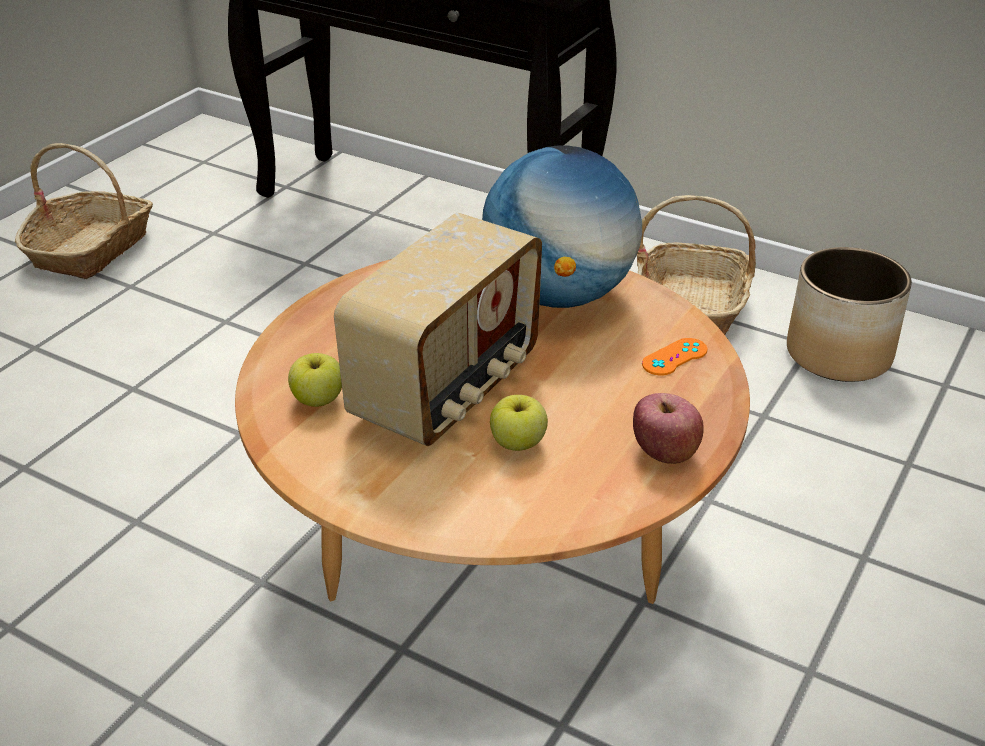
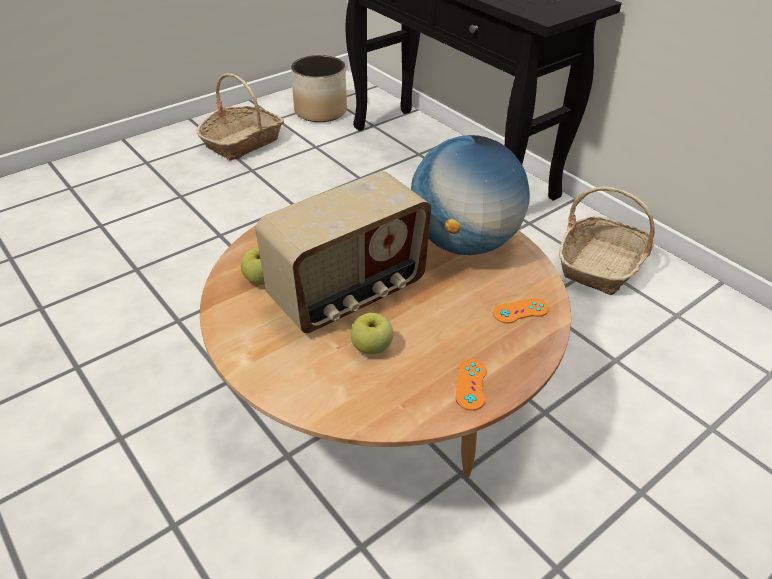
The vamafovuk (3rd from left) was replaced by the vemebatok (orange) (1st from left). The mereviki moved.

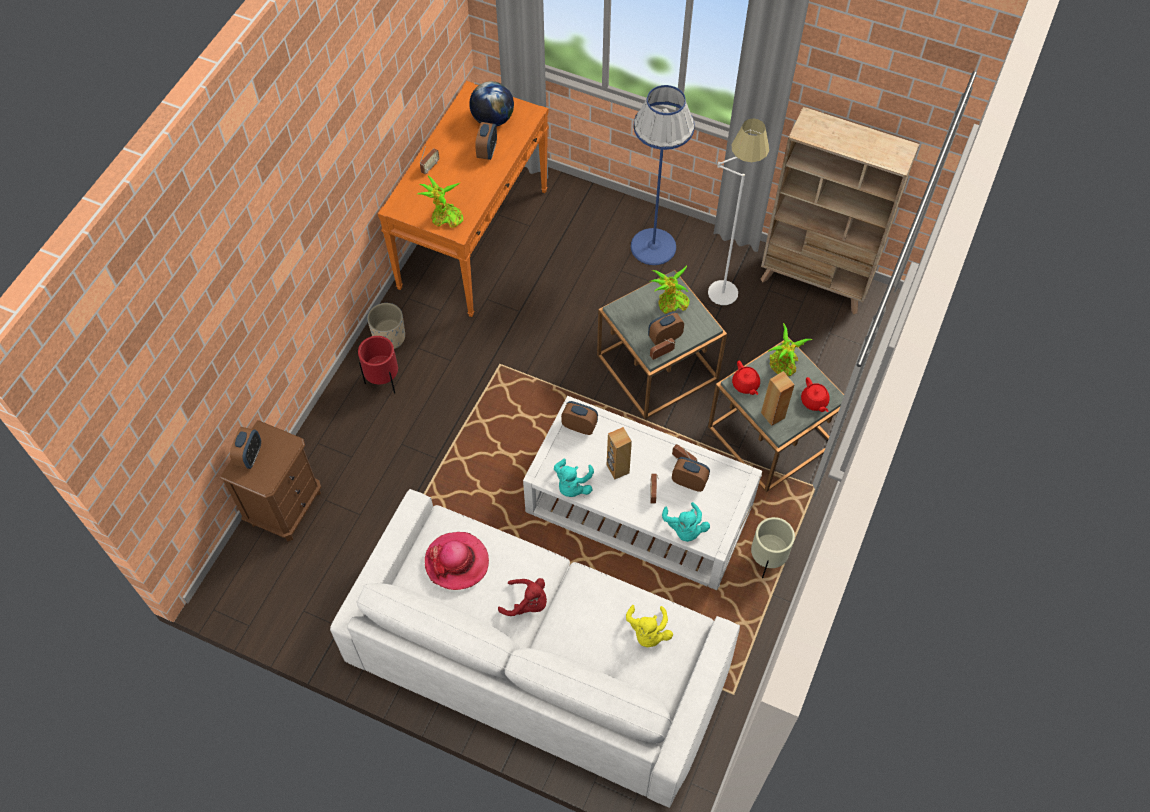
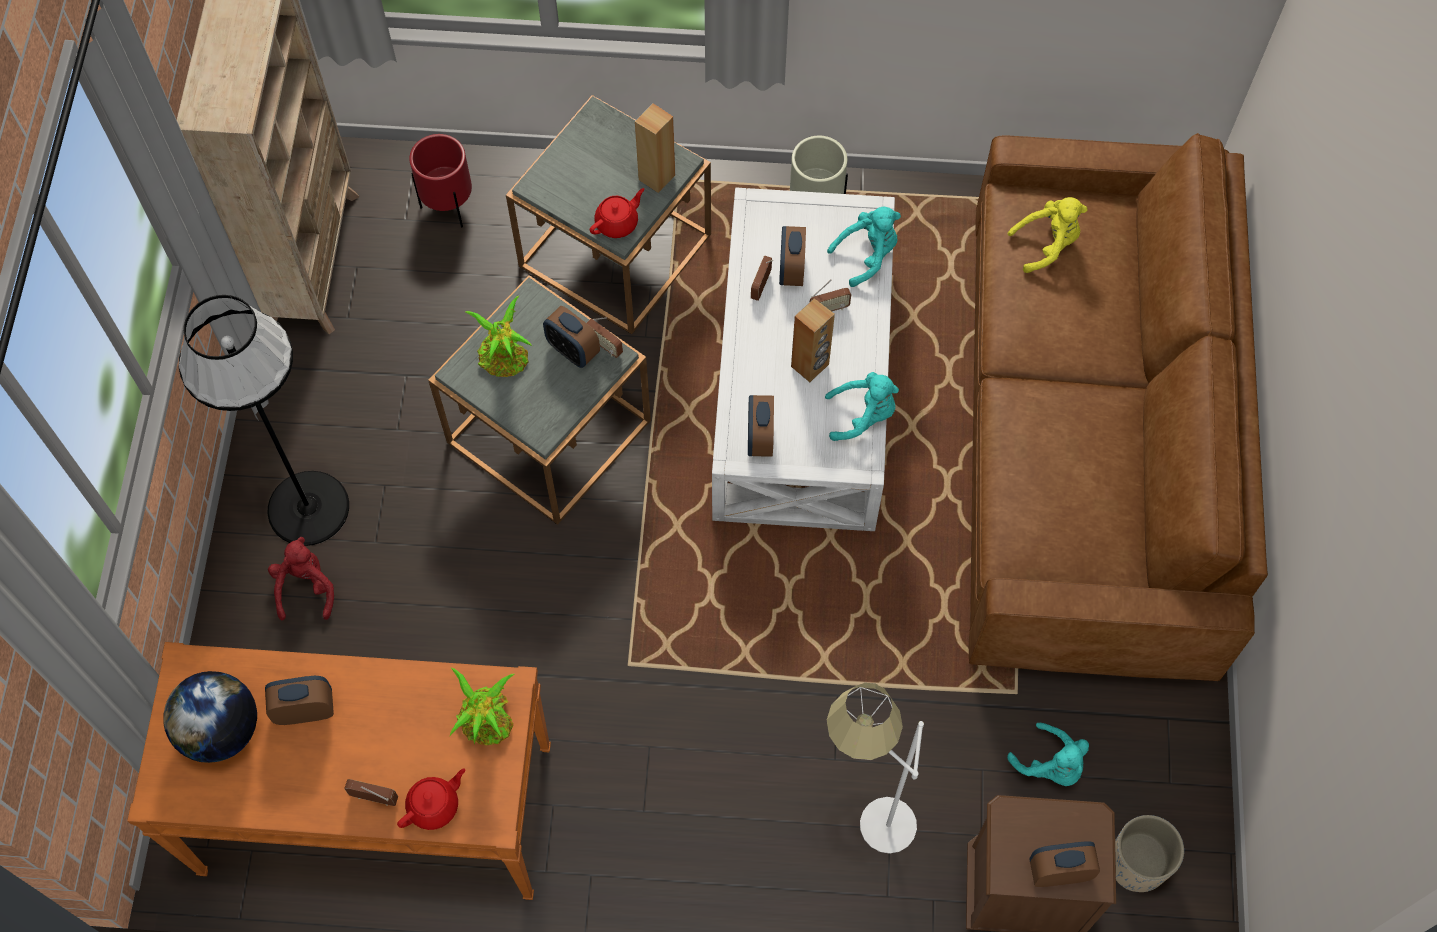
The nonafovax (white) became the nonafovax (brown). The mereviki (red) moved. The mereviki (beige) (1st from left in the first image) moved. The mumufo disappeared. The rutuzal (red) moved. The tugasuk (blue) became the tugasuk (black). The tugasuk (white) moved. The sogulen (3rd from left) disappeared. The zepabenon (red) (2nd from left in the first image) moved. The rutuzal (turquoise) (3rd from left) appeared.

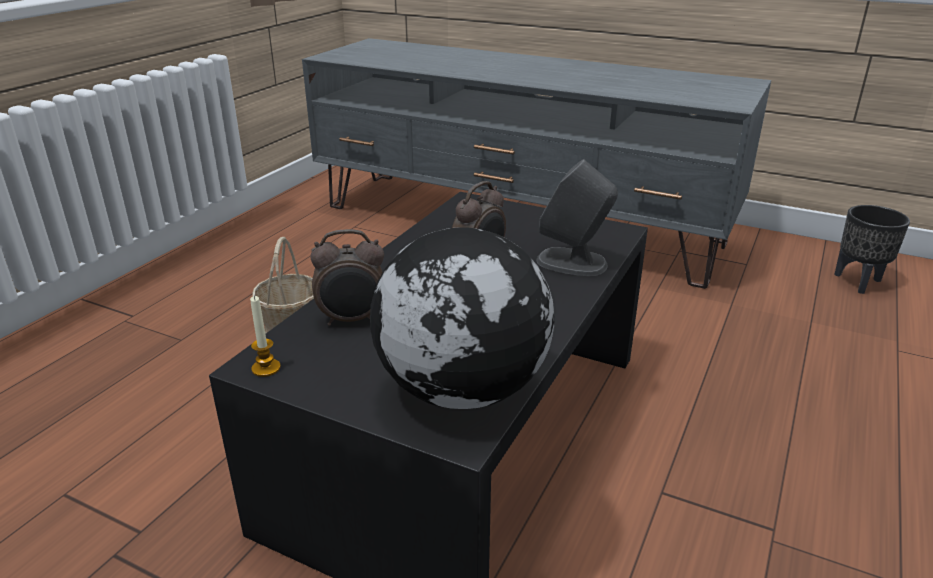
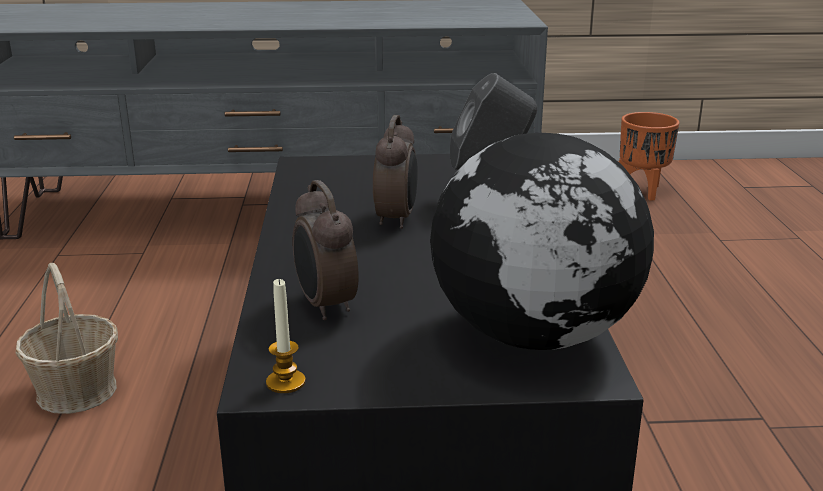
The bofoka (1st from left) turned 105 degrees clockwise. The mereviki (black) became the mereviki (orange).

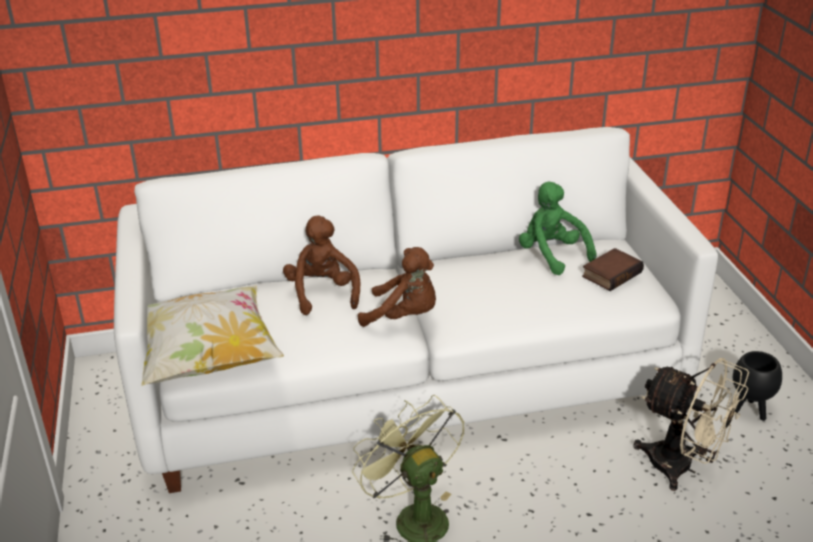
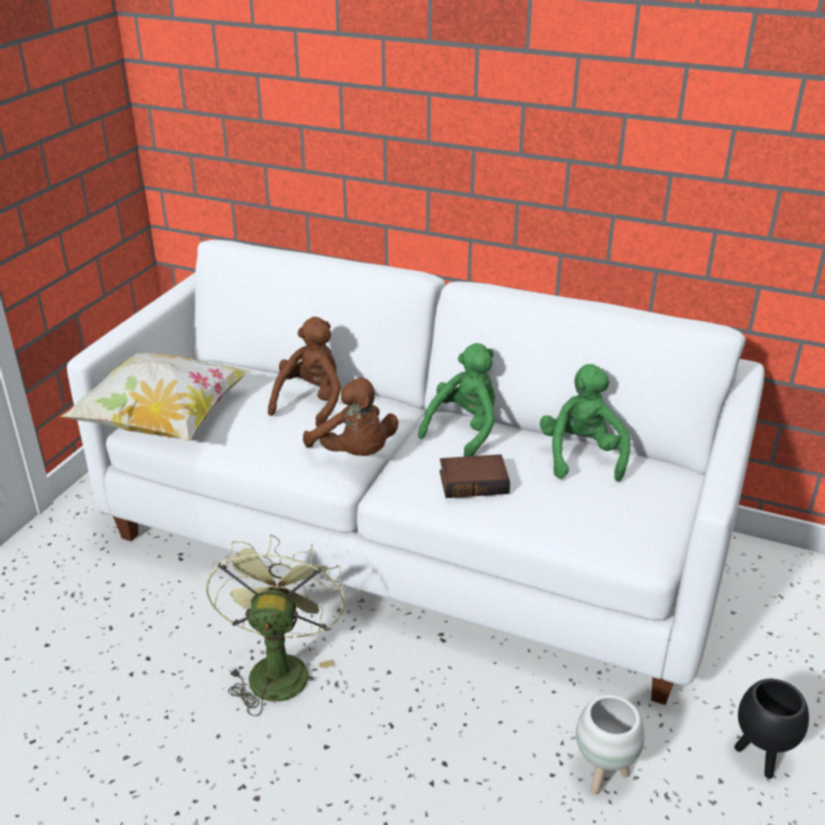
The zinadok moved. The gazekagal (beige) was replaced by the mereviki (white). The rutuzal (green) (1st from left) appeared.

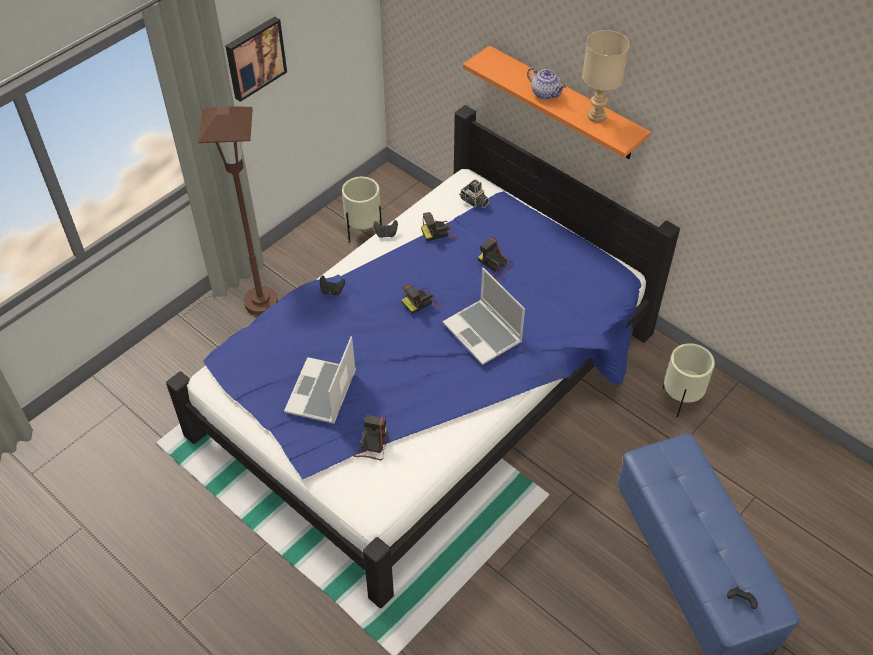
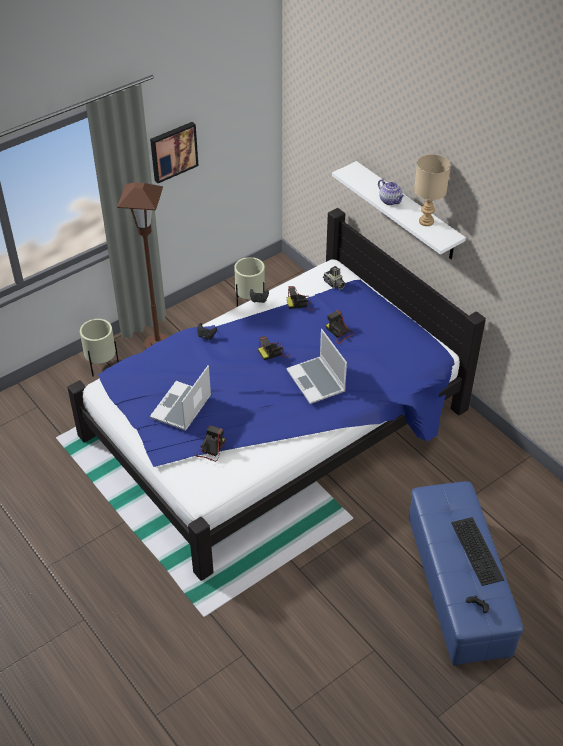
The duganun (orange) became the duganun (white). The mereviki (beige) (2nd from left in the first image) moved. The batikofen appeared.

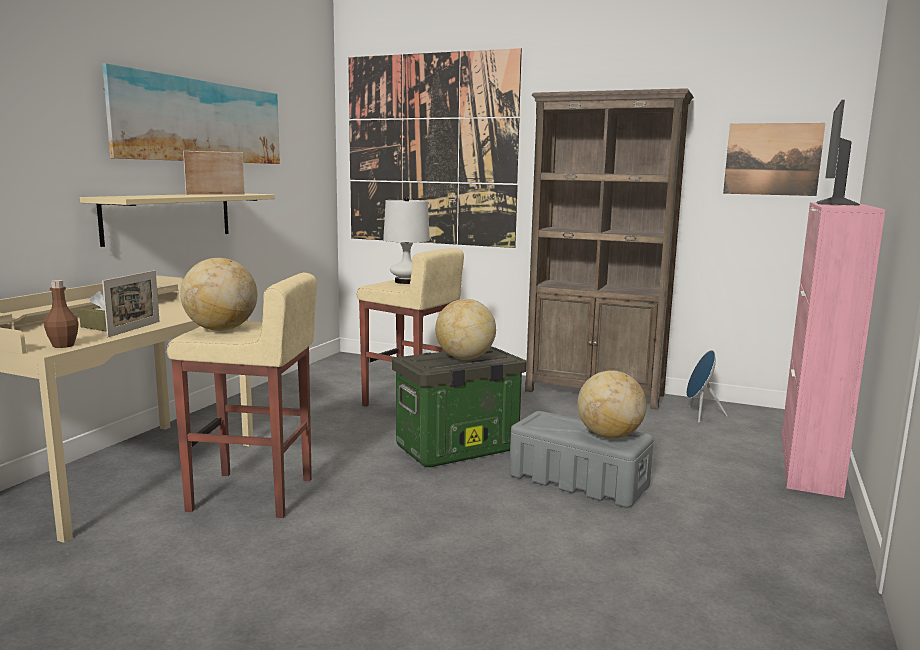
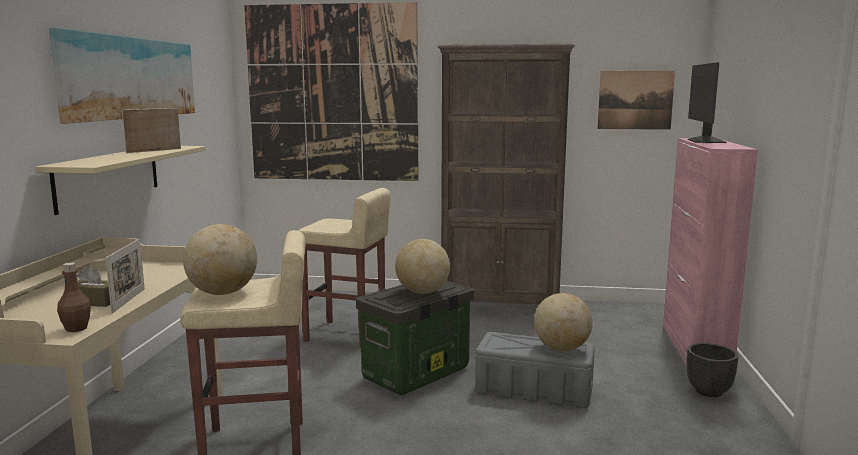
The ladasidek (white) disappeared. The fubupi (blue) disappeared. The mereviki (black) appeared.

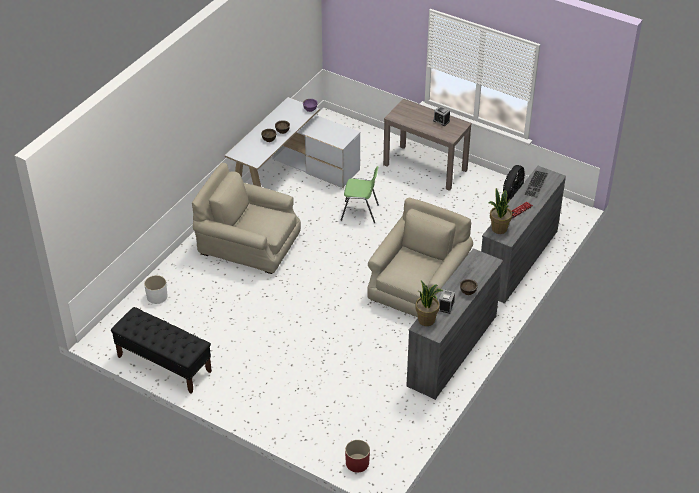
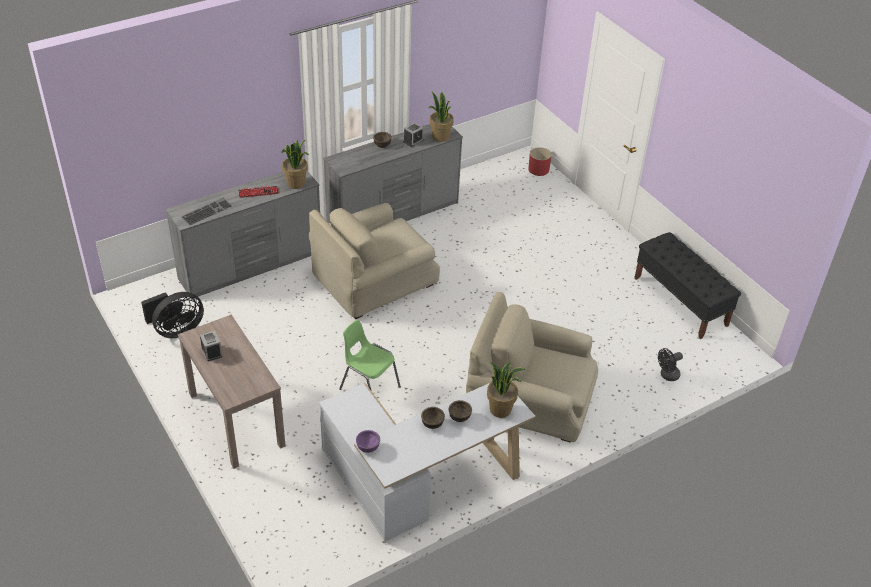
The mereviki (white) was replaced by the gazekagal (black) (2nd from left). The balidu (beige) (1st from left in the first image) turned 150 degrees clockwise. The sogulen (3rd from left) appeared.

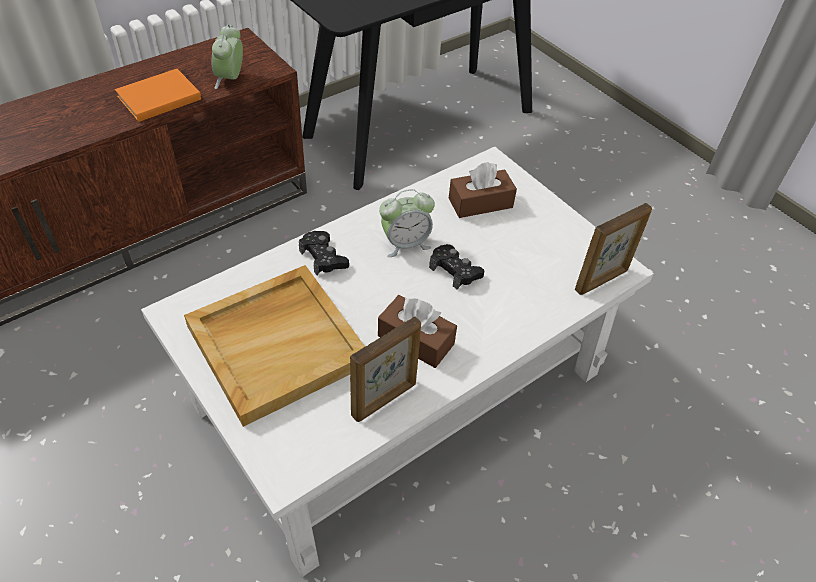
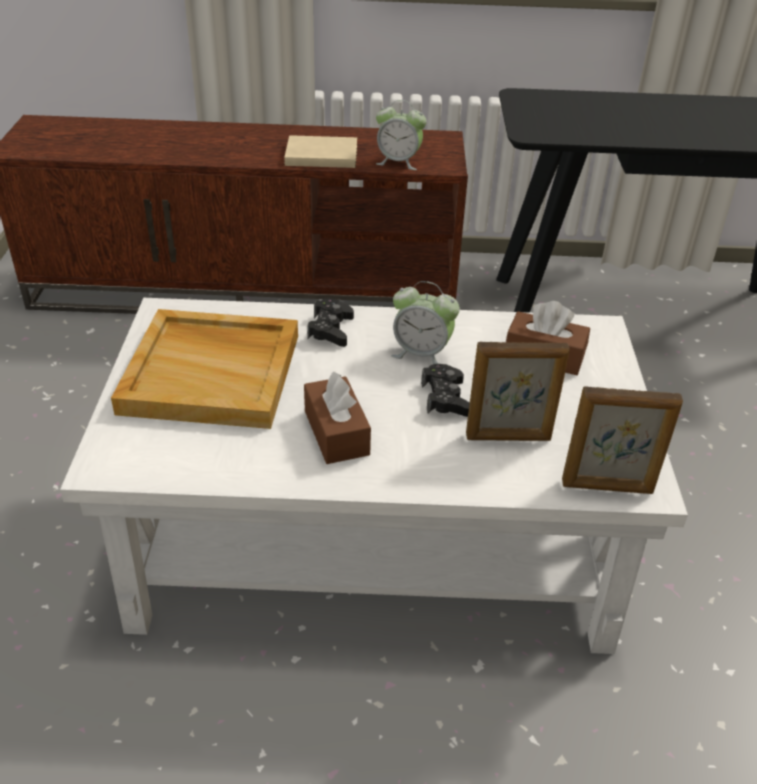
The zinadok (orange) became the zinadok (beige). The bofoka (1st from left) turned 120 degrees counterclockwise. The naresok (1st from left) moved.

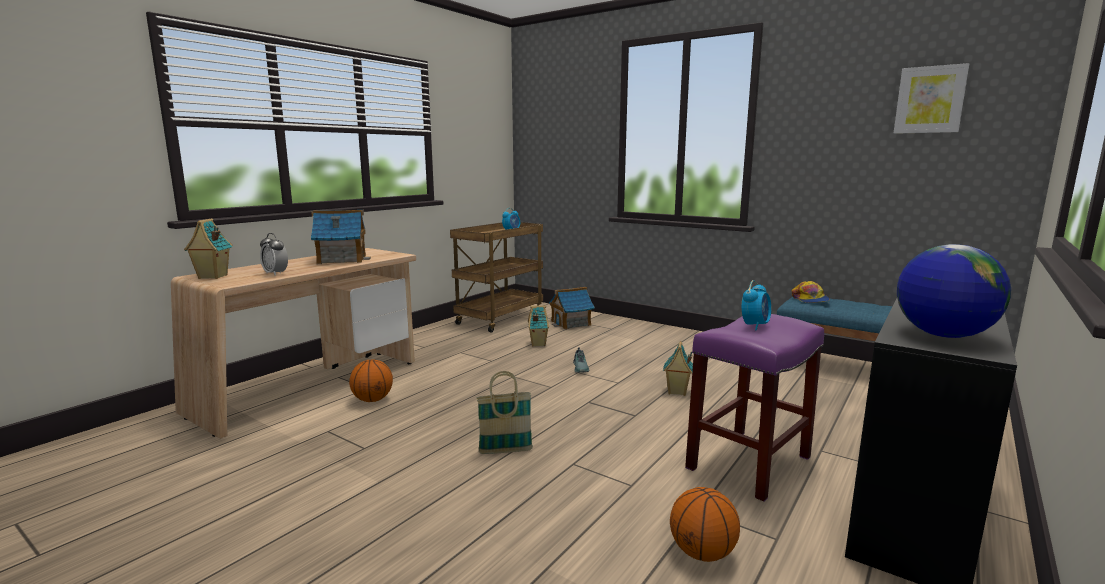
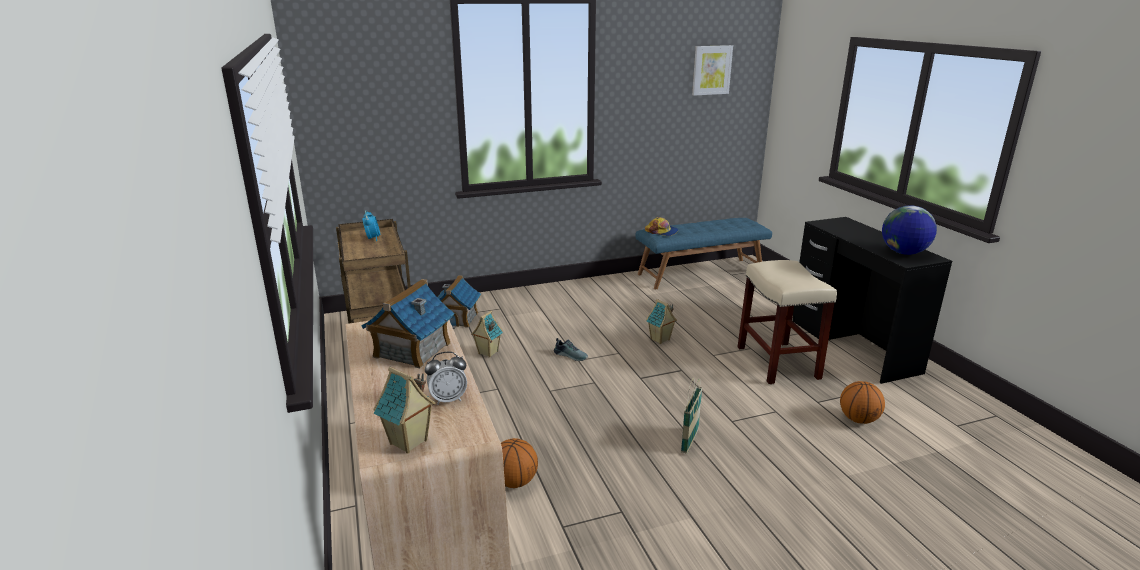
The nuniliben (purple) became the nuniliben (beige). The bofoka (3rd from left) disappeared.

